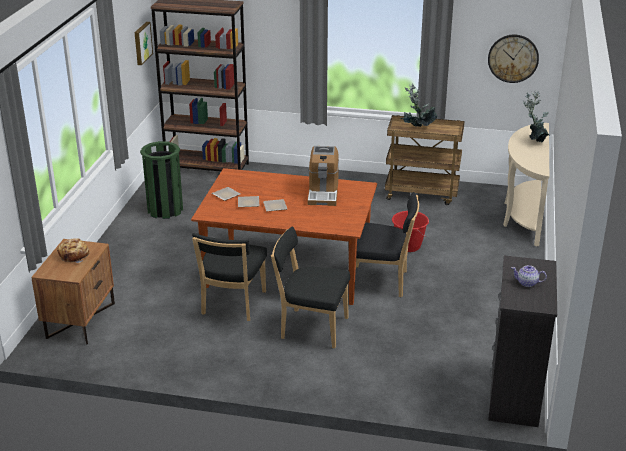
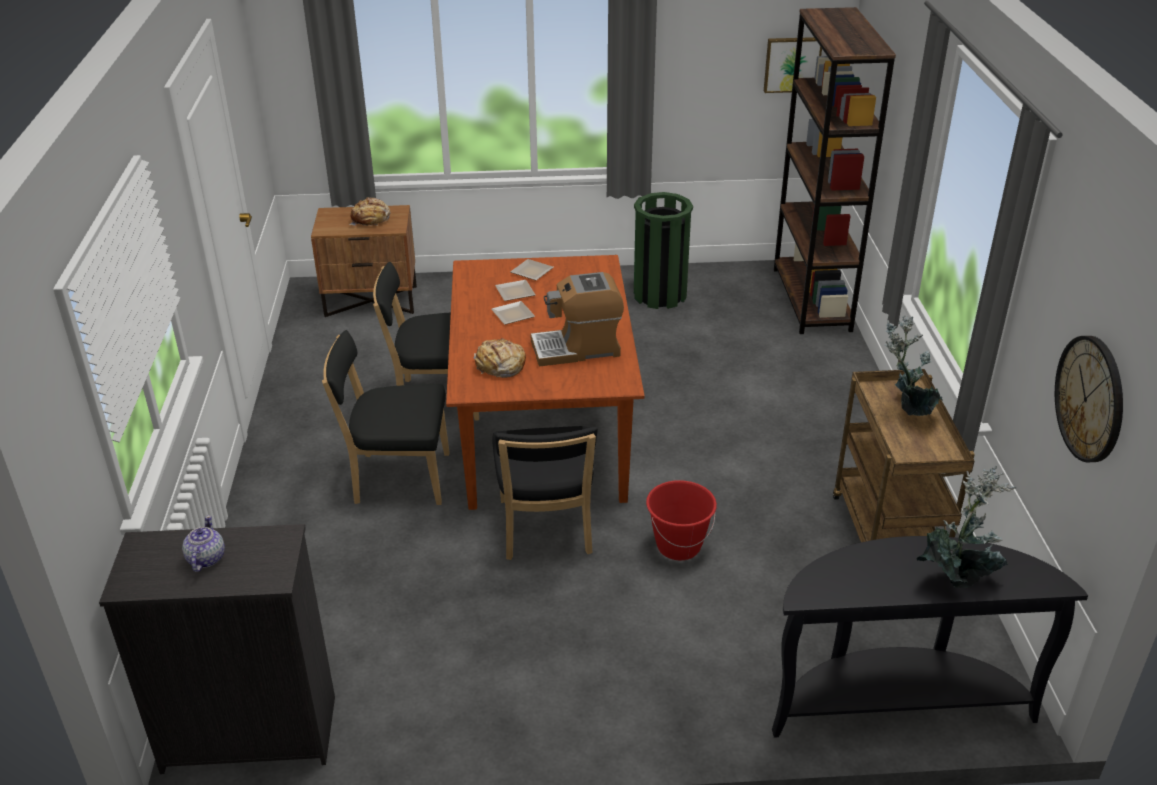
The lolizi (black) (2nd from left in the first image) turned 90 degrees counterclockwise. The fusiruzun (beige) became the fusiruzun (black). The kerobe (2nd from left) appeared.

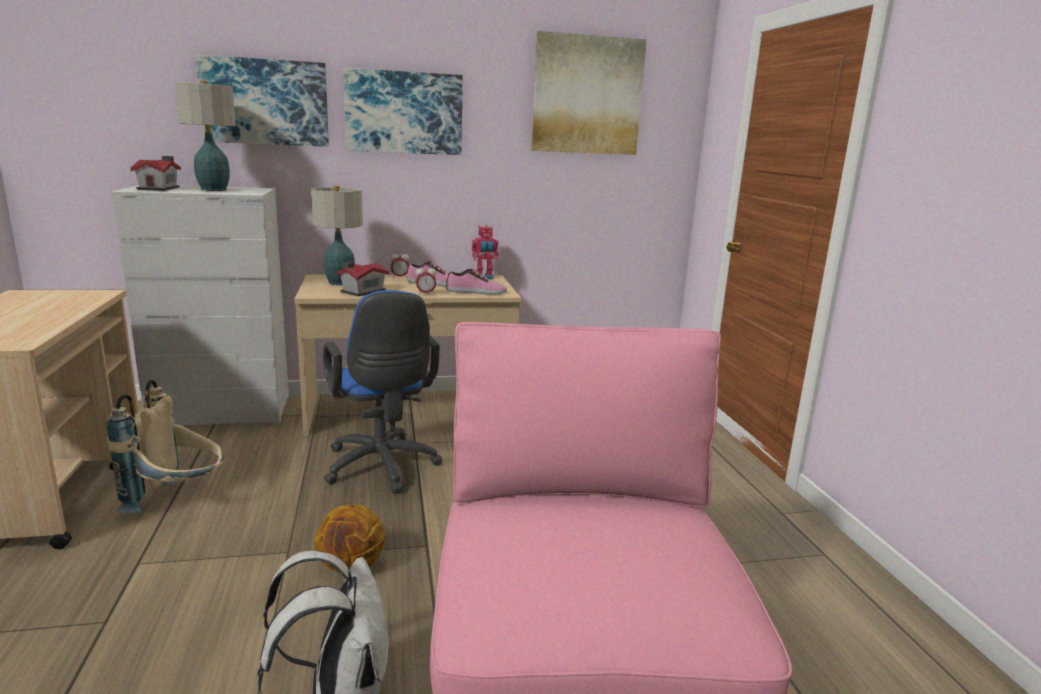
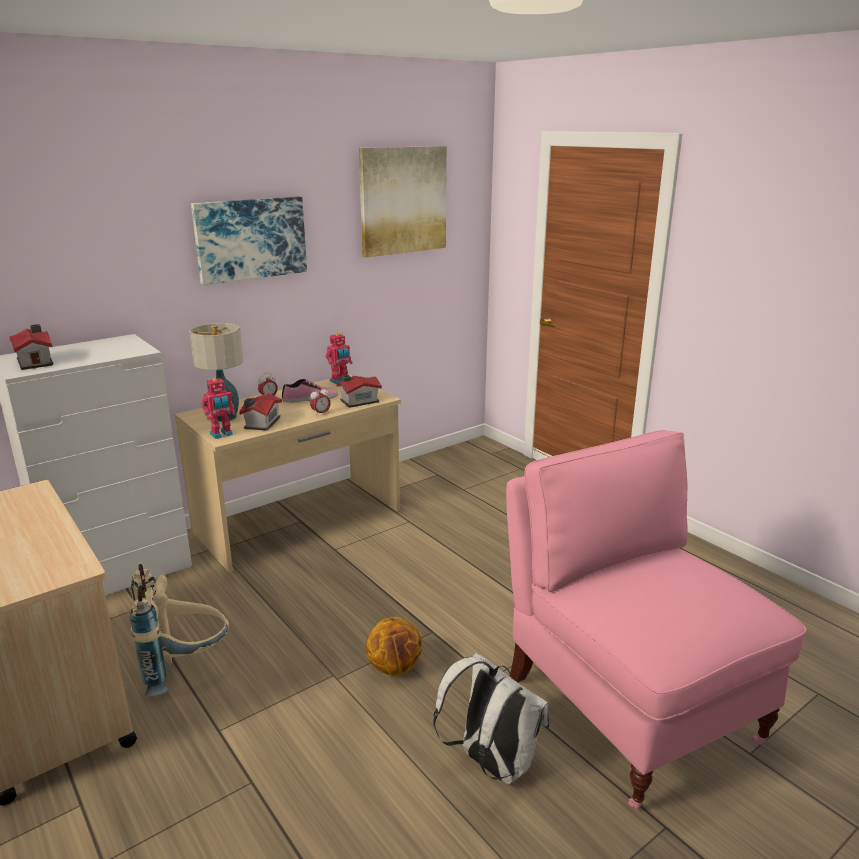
The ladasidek (1st from left) disappeared. The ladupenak (1st from left) disappeared. The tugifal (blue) disappeared. The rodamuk (2nd from left) was replaced by the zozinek (3rd from left). The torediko (1st from left) appeared.

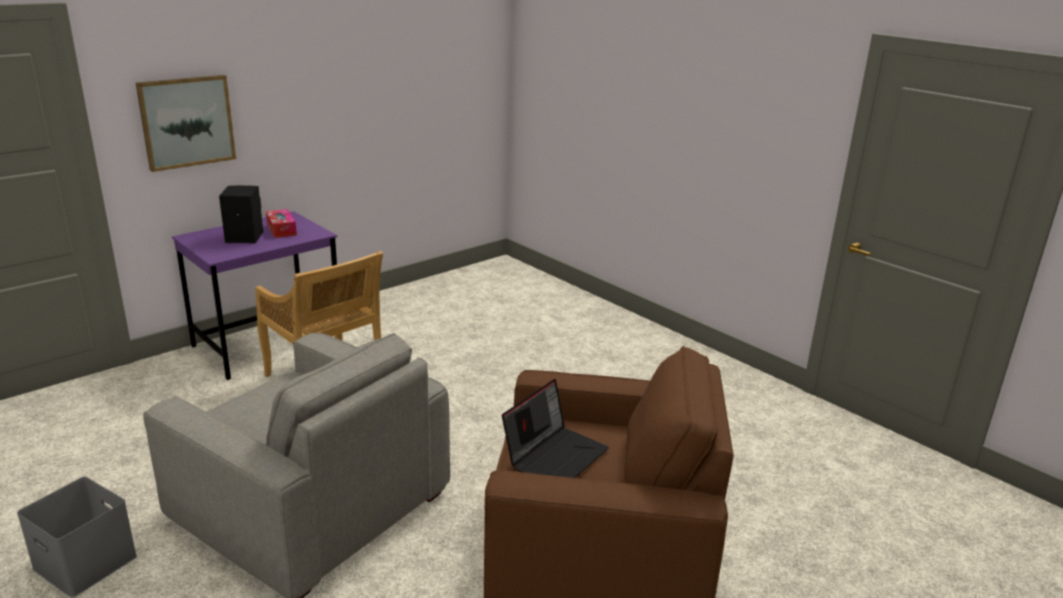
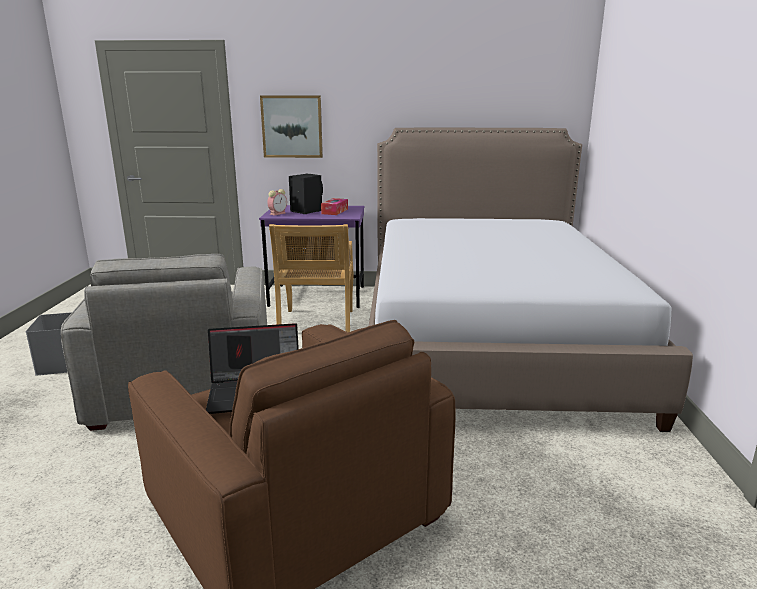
The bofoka appeared. The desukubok appeared.

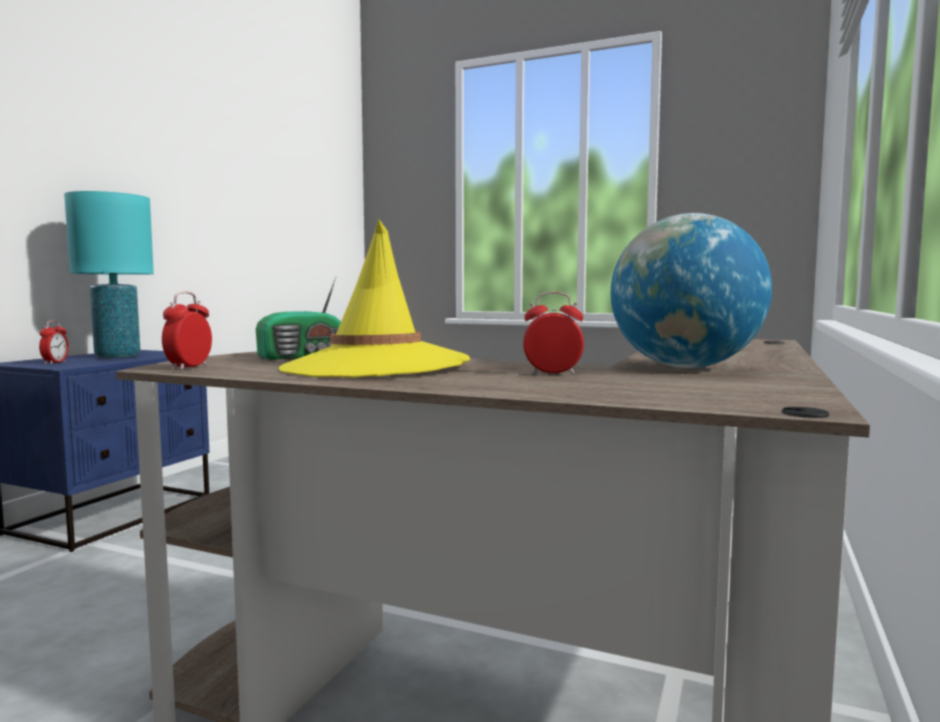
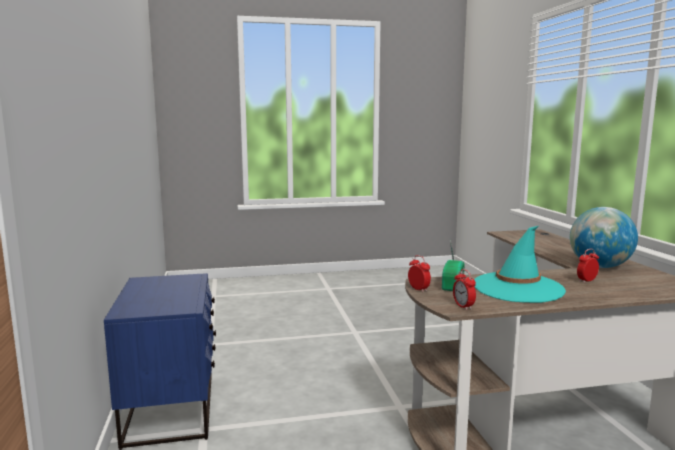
The bofoka (1st from left) moved. The ladasidek (turquoise) disappeared. The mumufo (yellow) became the mumufo (turquoise).

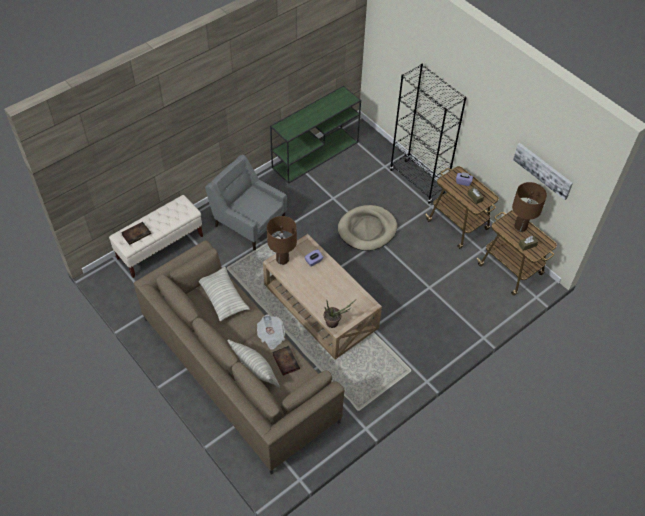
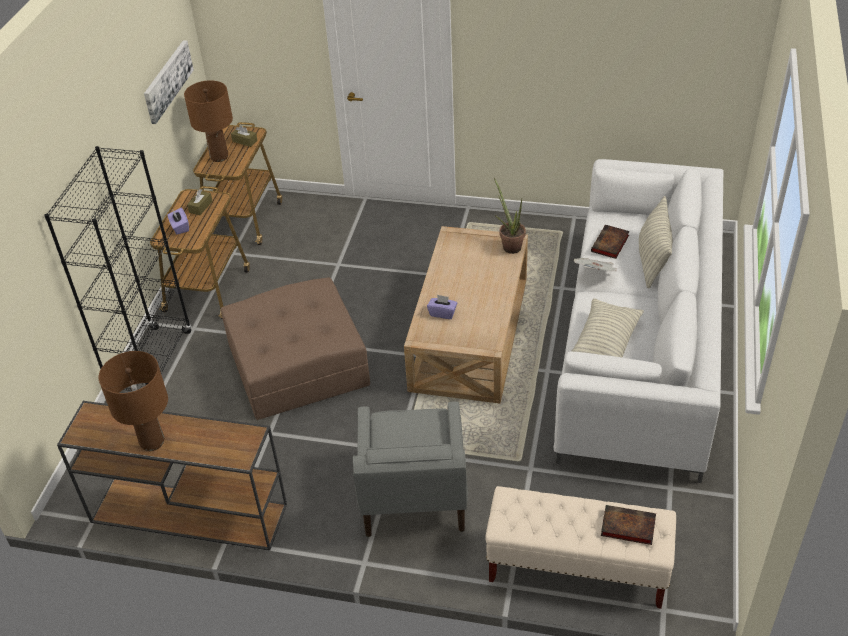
The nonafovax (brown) became the nonafovax (white). The ladasidek (brown) (1st from left) moved. The fusiruzun (green) became the fusiruzun (brown). The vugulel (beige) was replaced by the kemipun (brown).

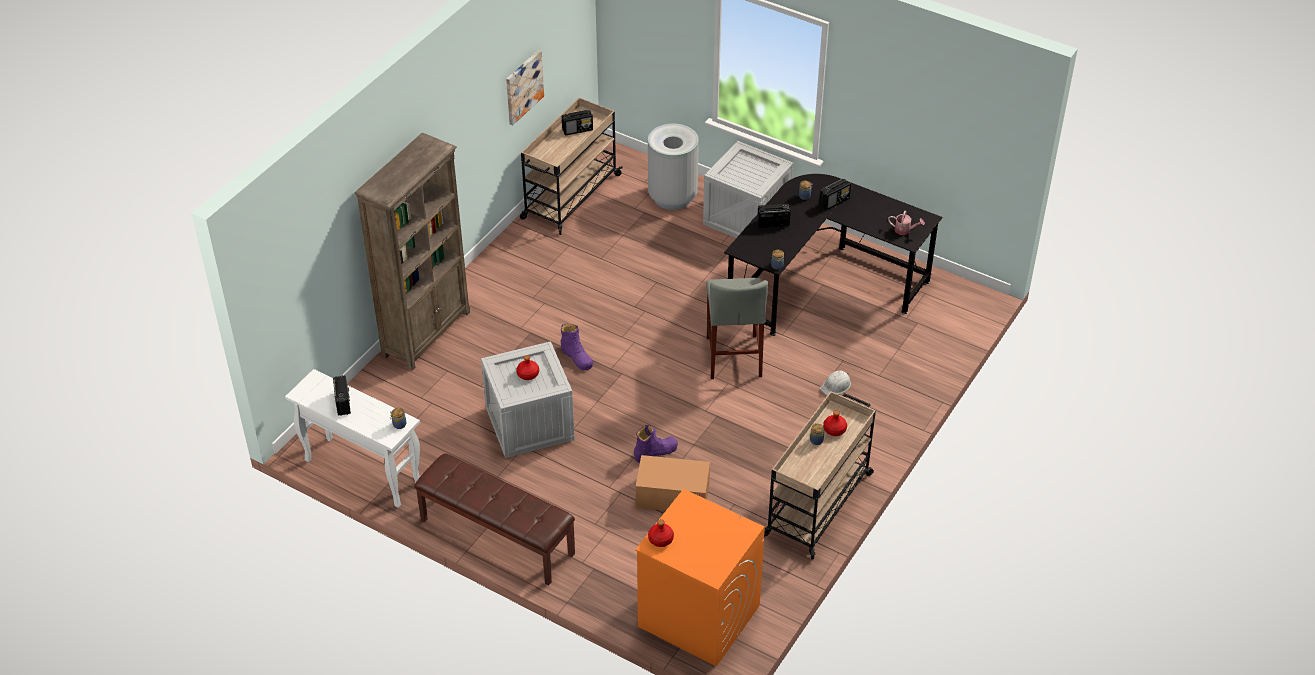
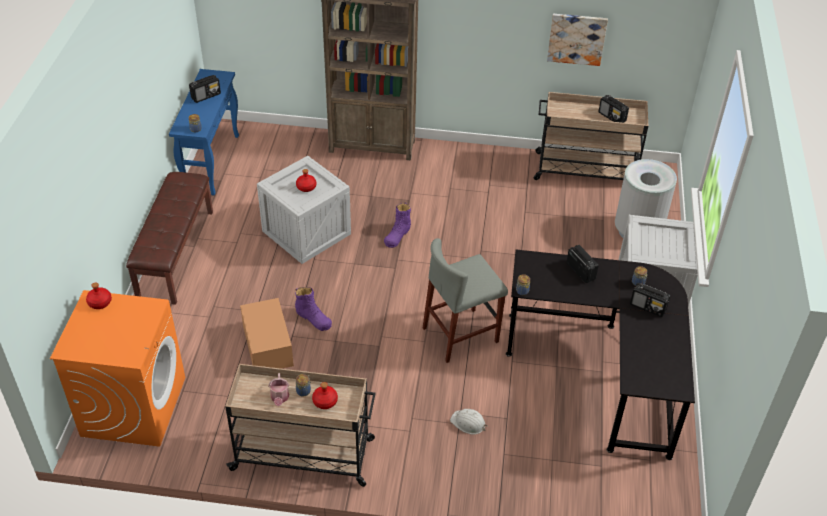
The fusiruzun (white) became the fusiruzun (blue). The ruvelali moved.

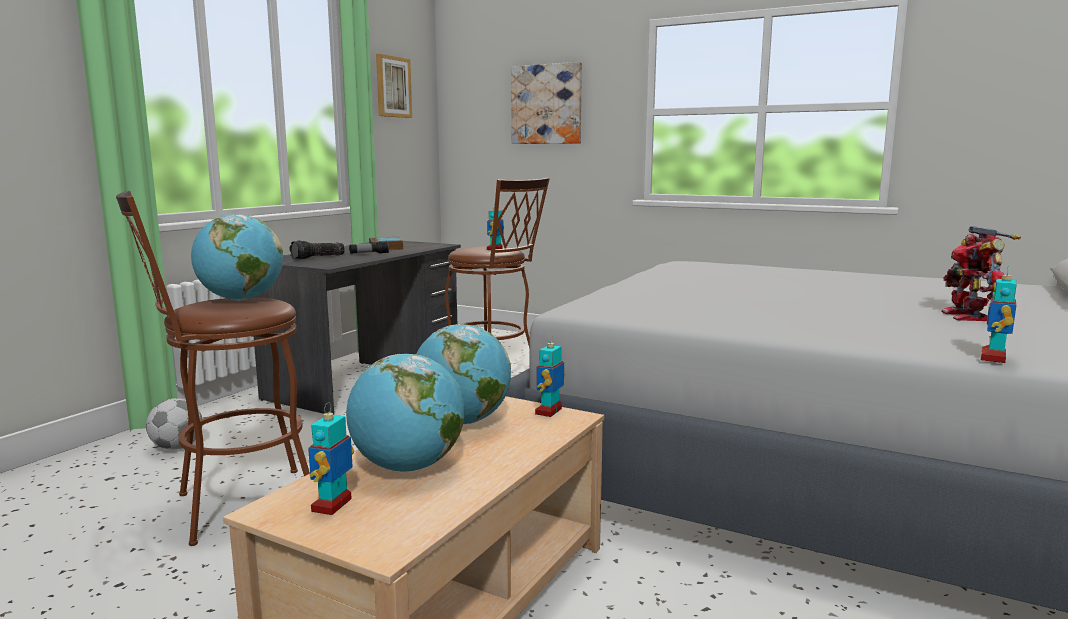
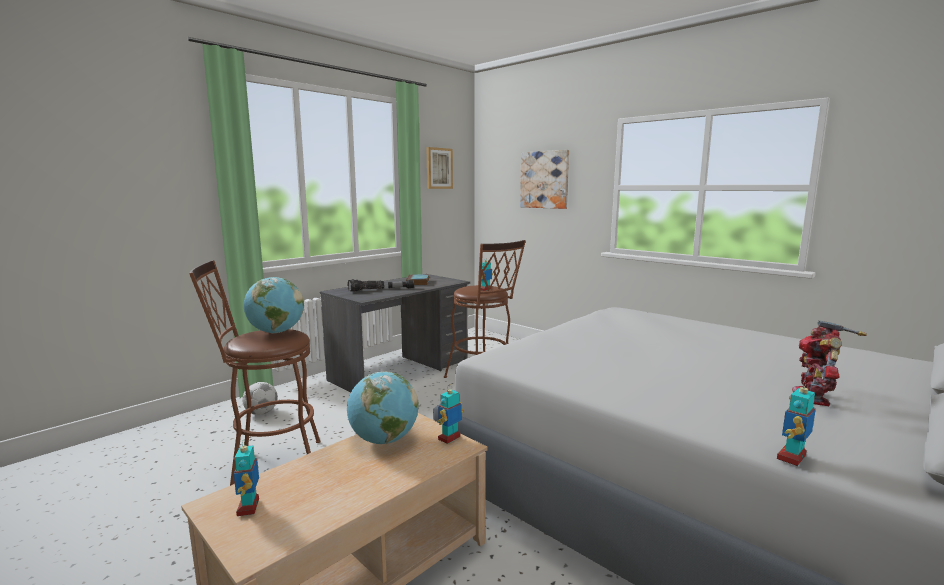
The torediko (1st from left) turned 45 degrees counterclockwise. The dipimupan (2nd from left) disappeared.

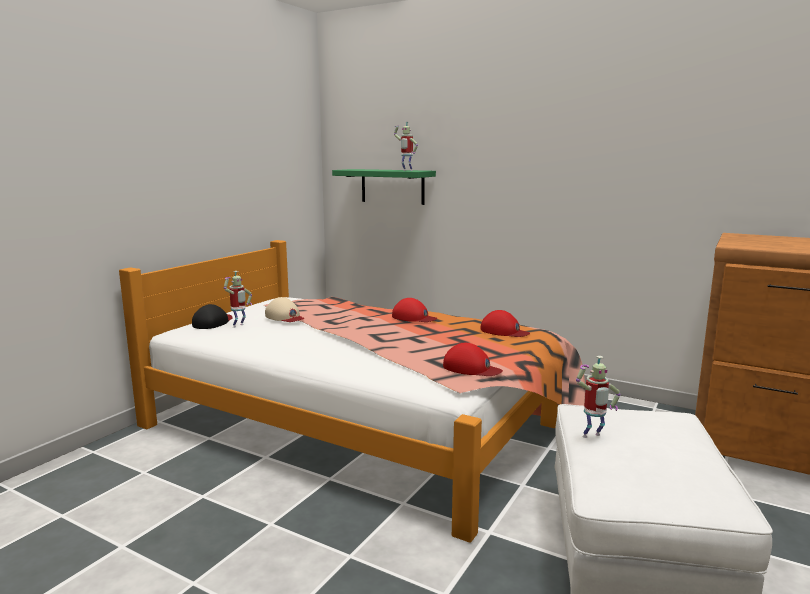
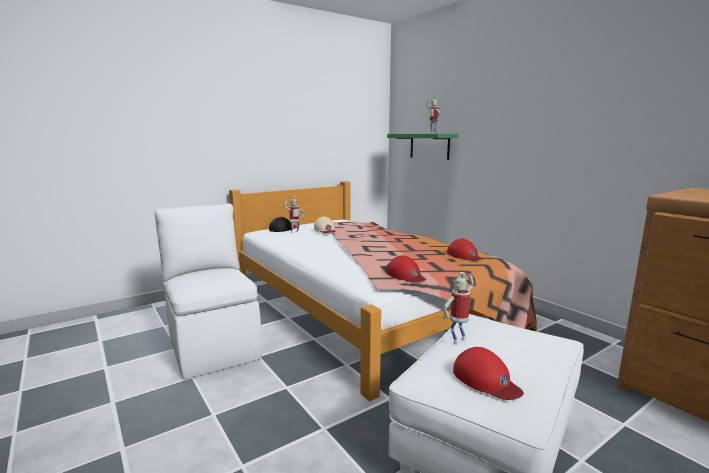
The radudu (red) (1st from left in the first image) moved. The torediko (3rd from left) turned 135 degrees clockwise. The lolizi (white) appeared.

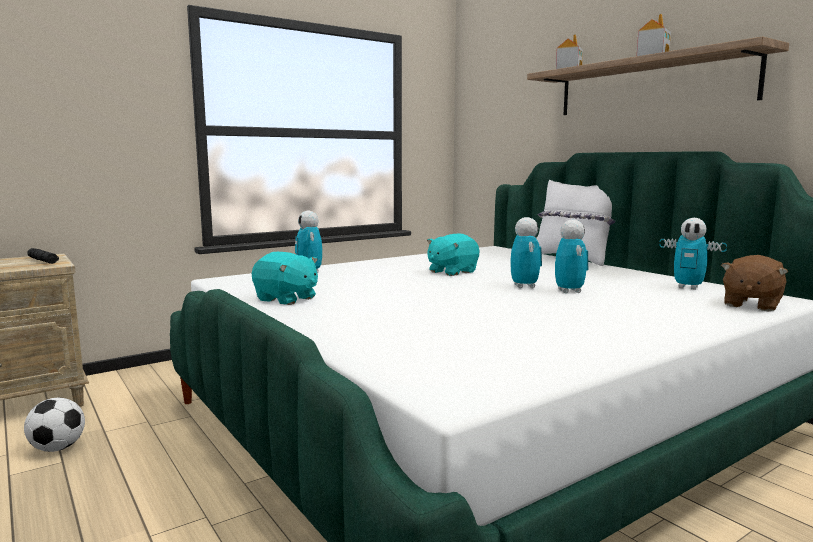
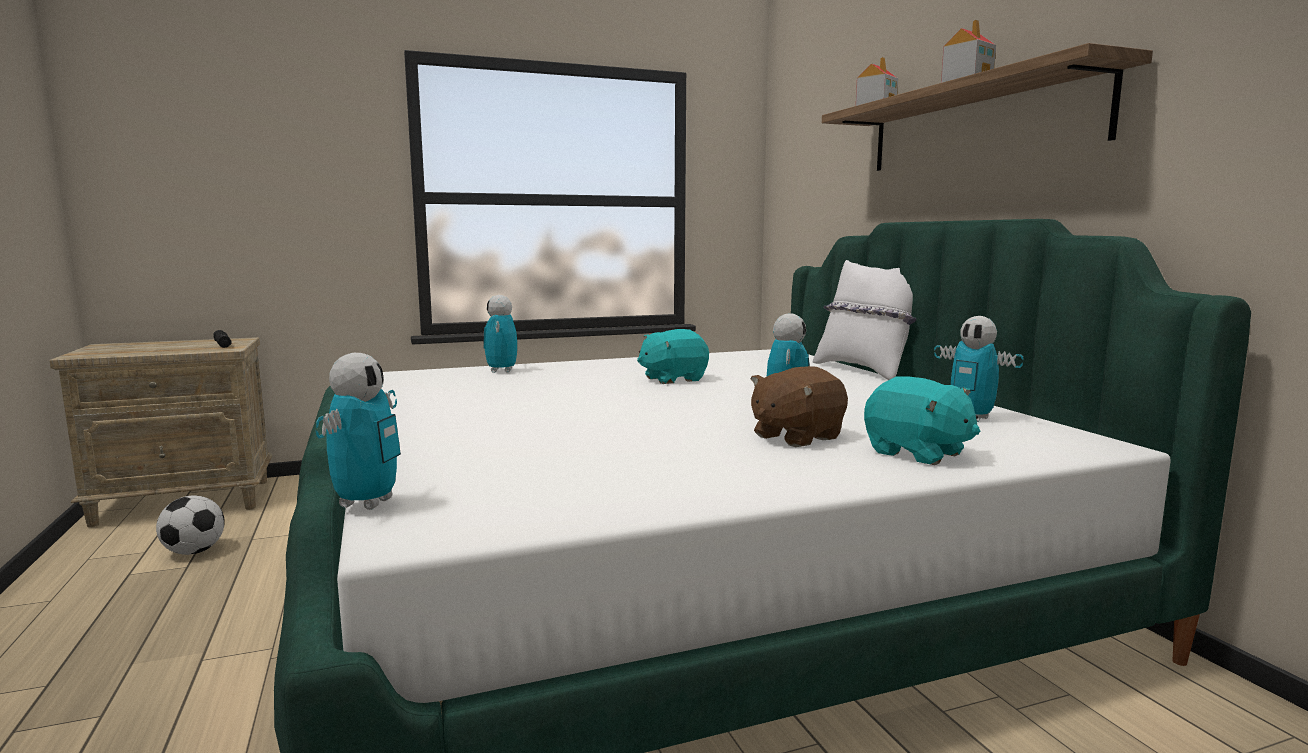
The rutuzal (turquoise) (1st from left in the first image) moved. The torediko (2nd from left in the first image) moved. The rutuzal (brown) moved.

